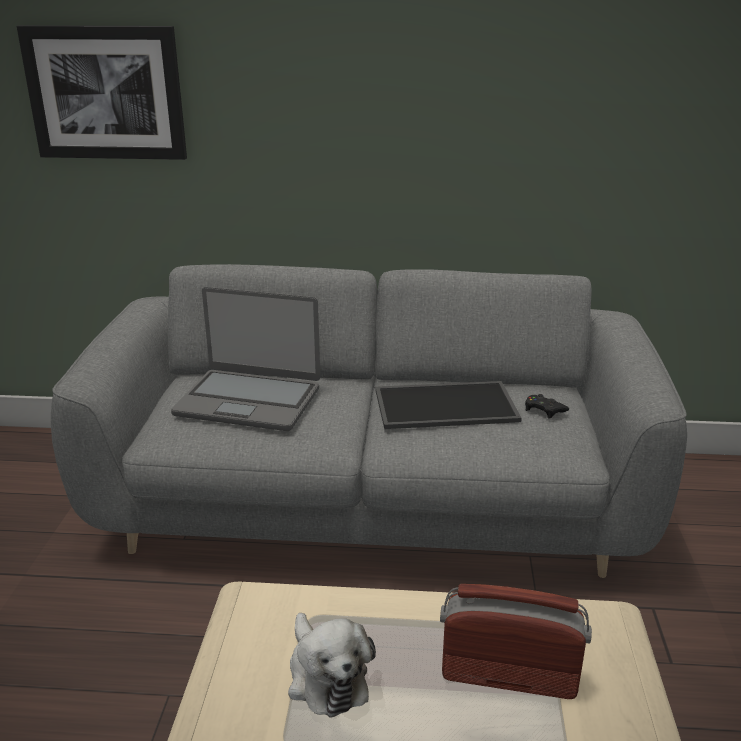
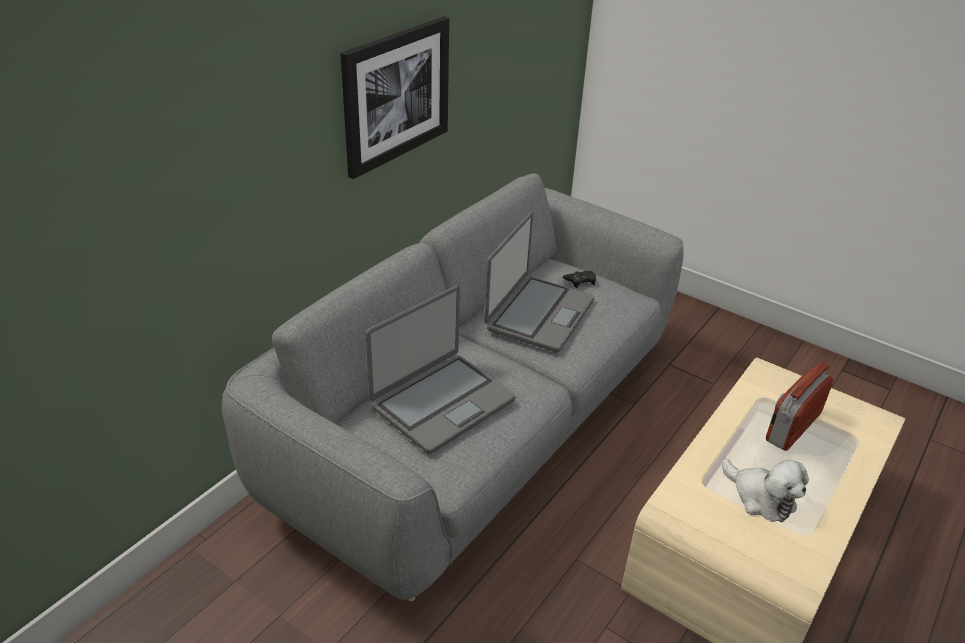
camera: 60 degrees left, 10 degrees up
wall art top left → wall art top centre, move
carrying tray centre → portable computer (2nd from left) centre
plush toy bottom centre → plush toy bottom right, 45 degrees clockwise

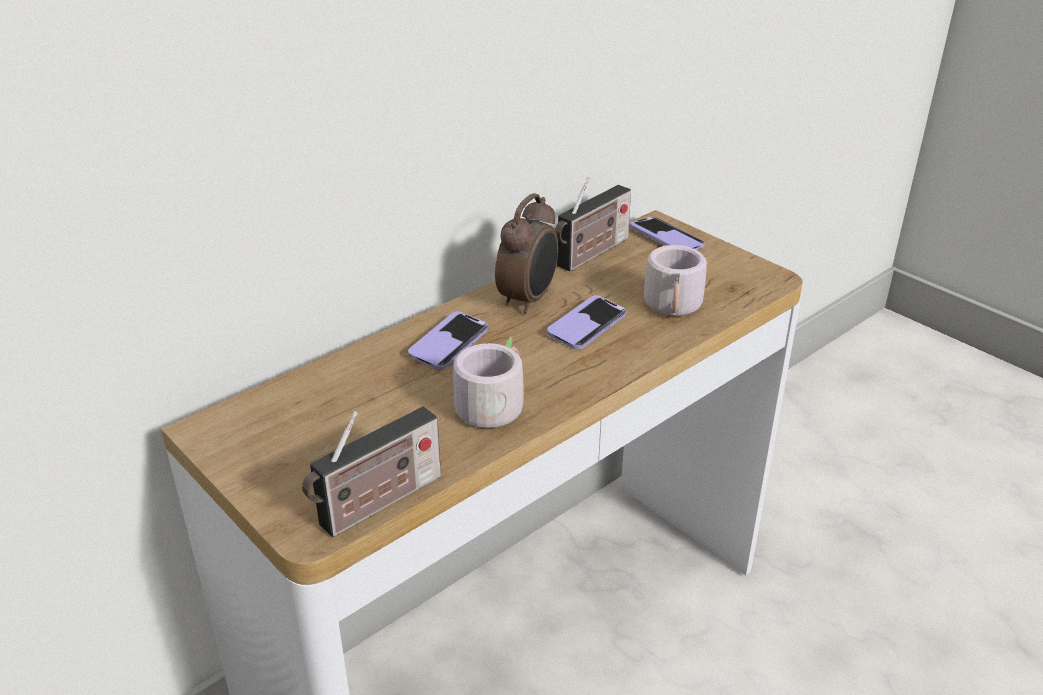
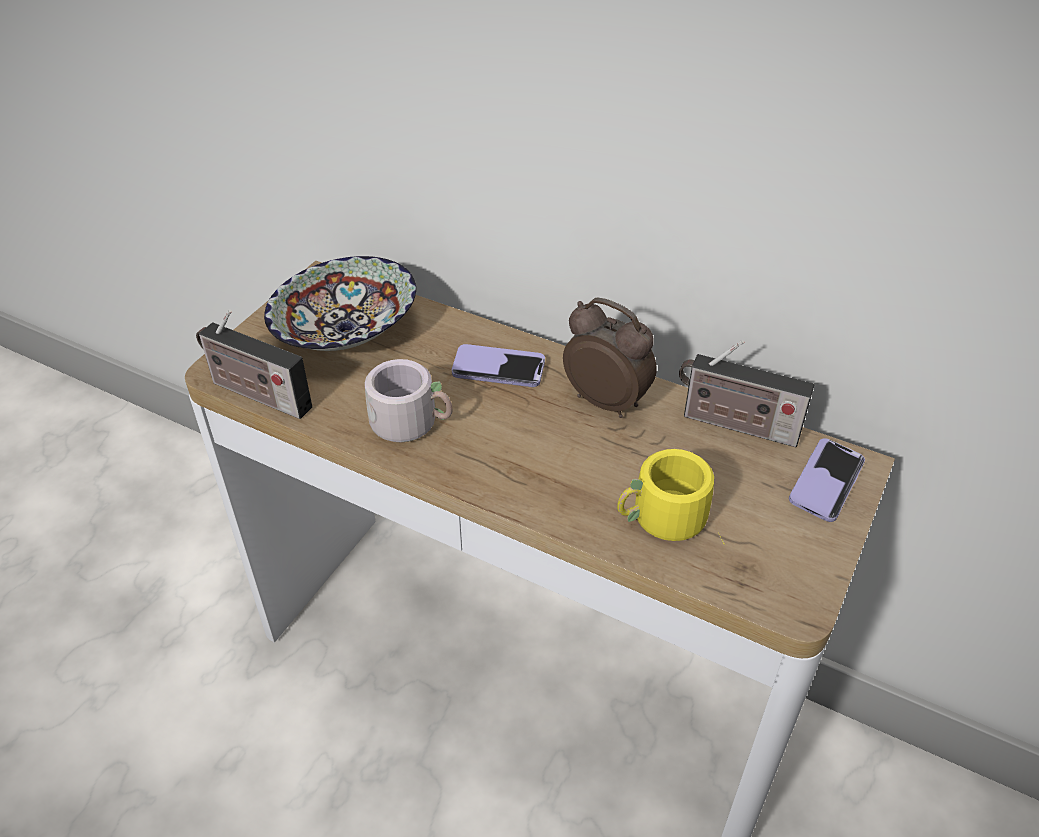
camera: 70 degrees right, 10 degrees up
alarm clock centre, 150 degrees counterclockwise
grey coffee mug (2nd from left) centre → yellowish coffee mug centre
handset (2nd from left) centre → -
- → deep dish middle left

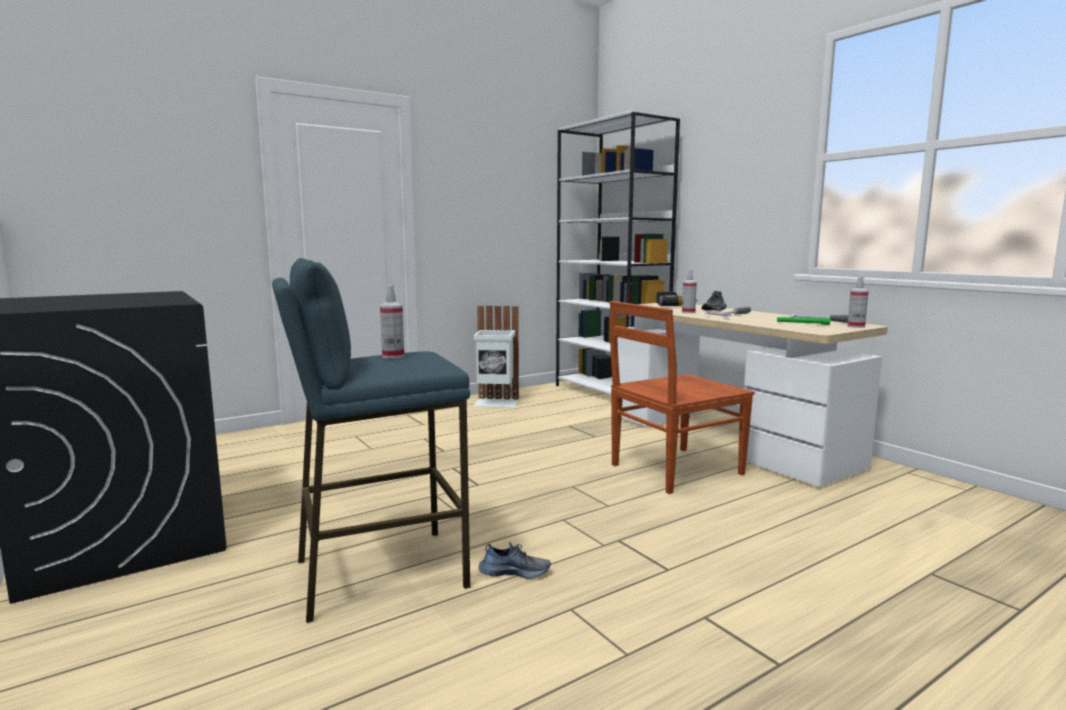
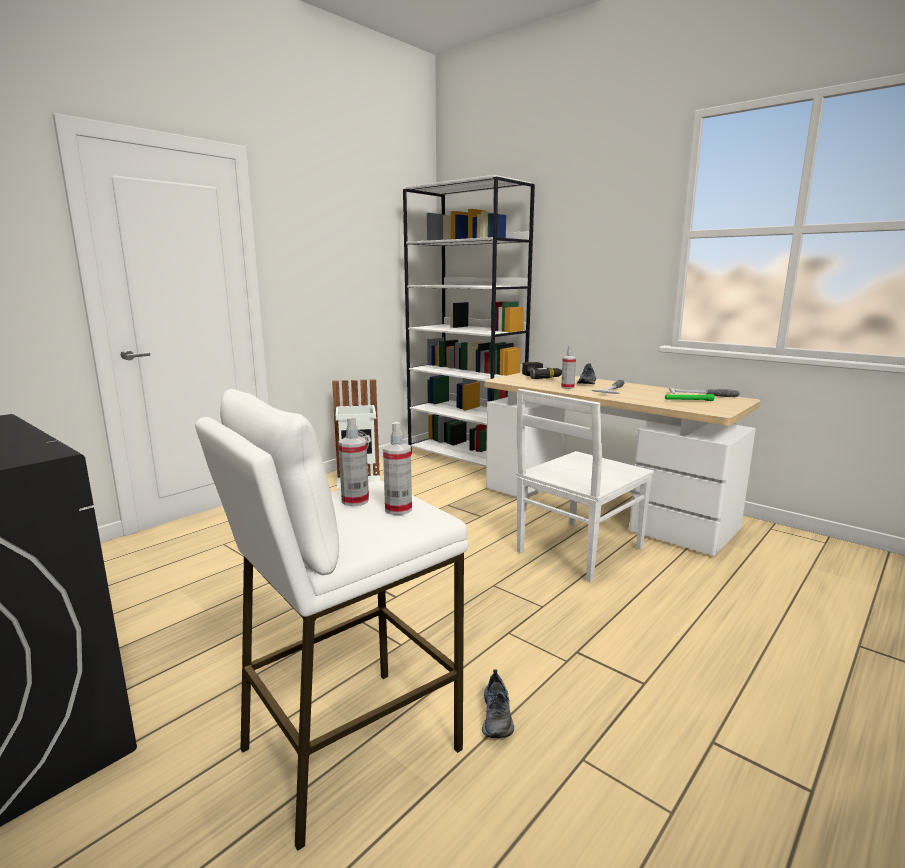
camera: 15 degrees left, 5 degrees up
bluish stool centre → whitish stool bottom centre
hand sprayer (3rd from left in the first image) middle right → hand sprayer (2nd from left) centre, move
brown plain chair centre → whitish plain chair centre
shoe (1st from left) bottom centre, 105 degrees clockwise

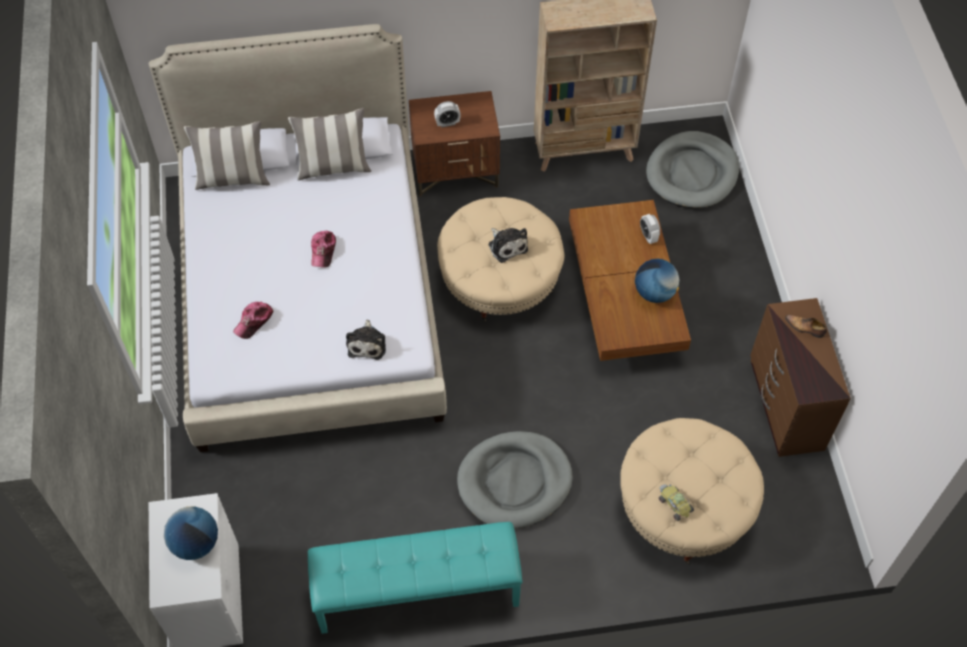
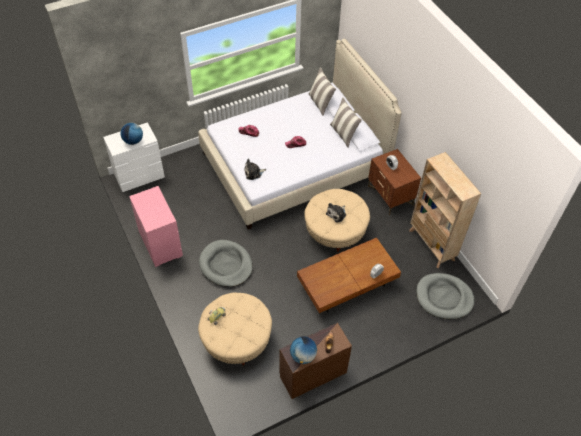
camera: 70 degrees right, 5 degrees down
world globe (2nd from left) middle right → world globe (2nd from left) bottom centre, move
turquoise long seat bottom centre → pink-coloured chest of drawers middle left

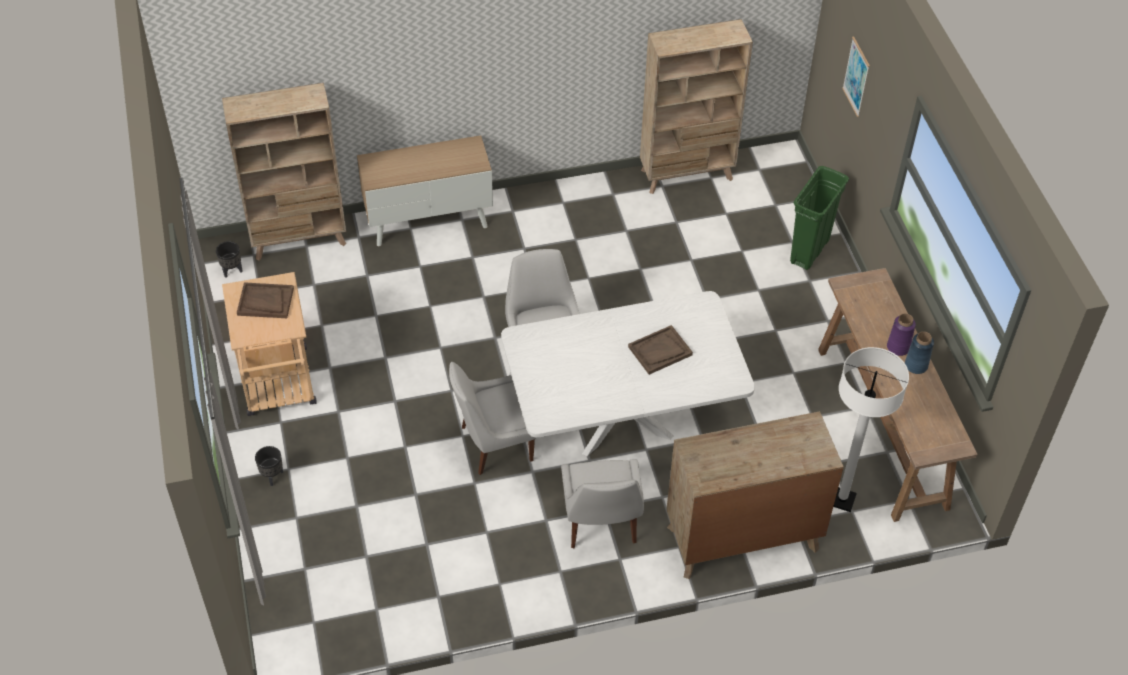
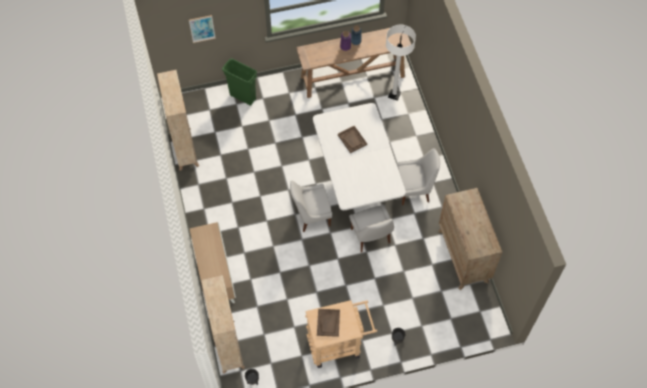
camera: 90 degrees left, 10 degrees up
brown chest of drawers bottom right → brown chest of drawers middle right, move

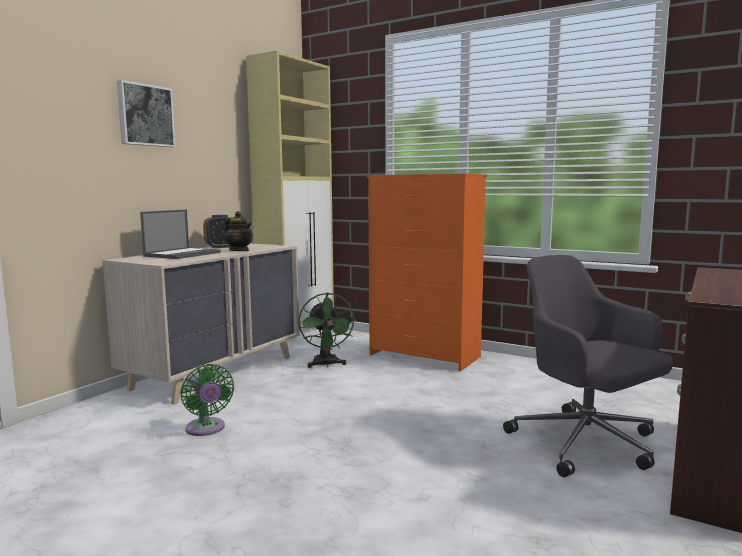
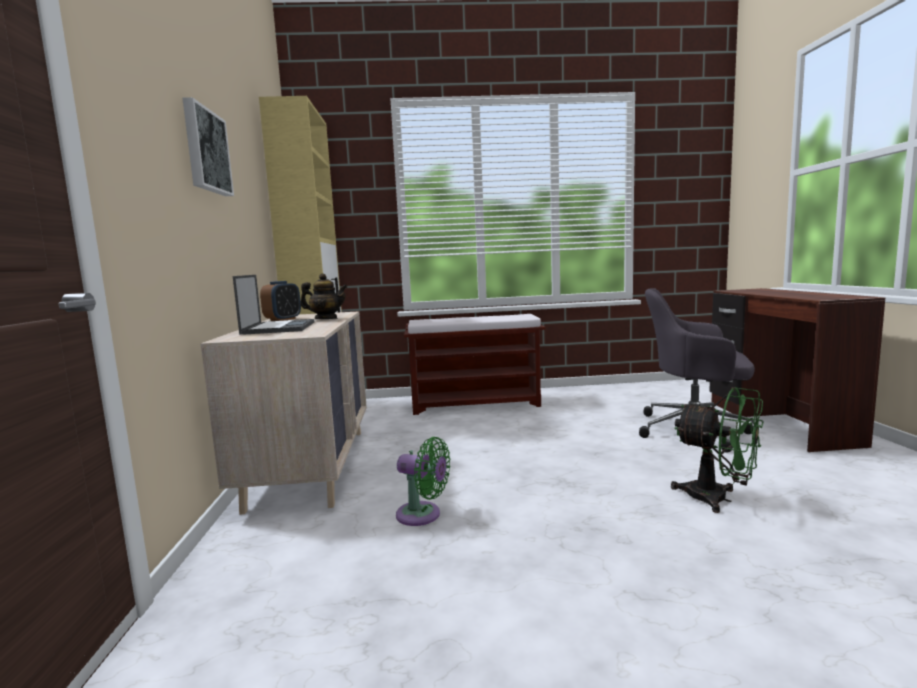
camera: 35 degrees left, 0 degrees up
orangey chest of drawers centre → brown long seat centre
green-coloured fan (2nd from left) centre → green-coloured fan (2nd from left) middle right, move

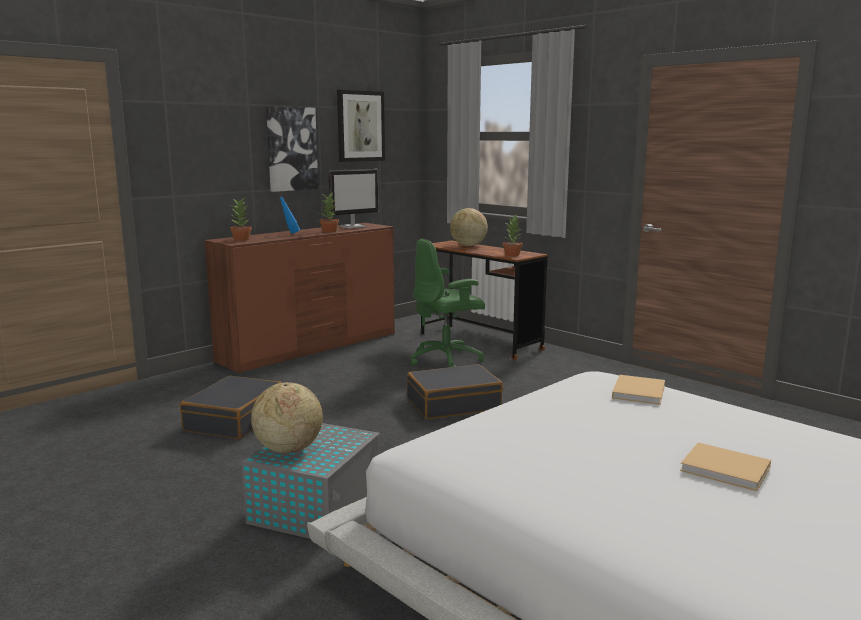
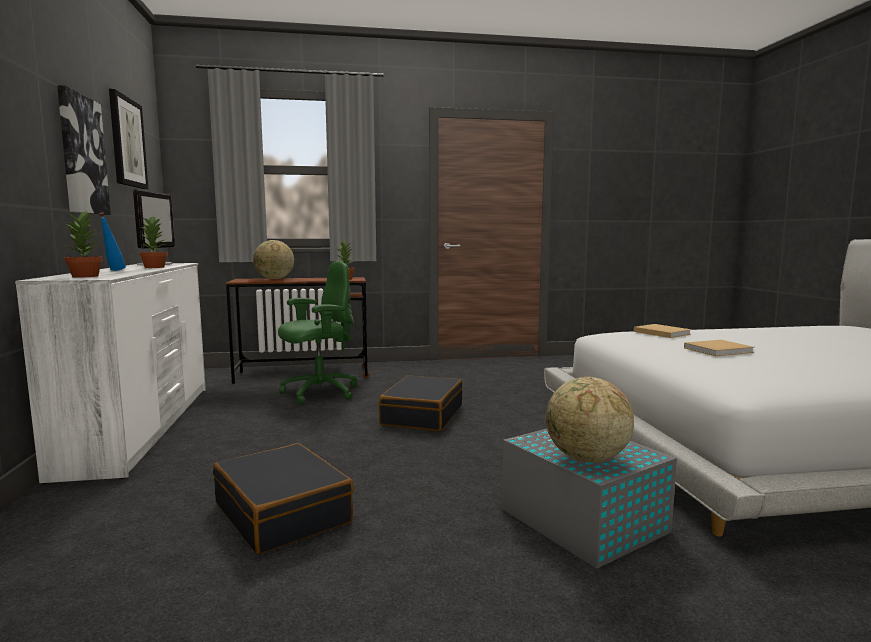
camera: 55 degrees left, 5 degrees down
brown chest of drawers centre → whitish chest of drawers middle left
green-coloured computer chair centre, 135 degrees counterclockwise
sand-coloured volume (2nd from left) bottom right → sand-coloured volume (2nd from left) middle right, move

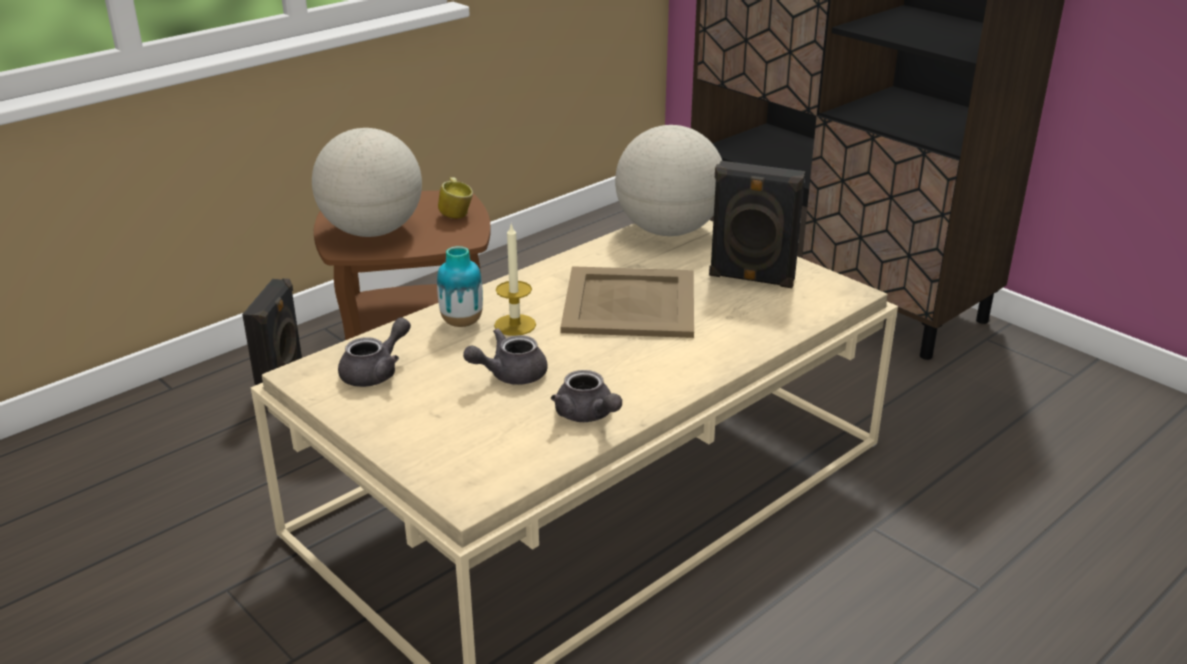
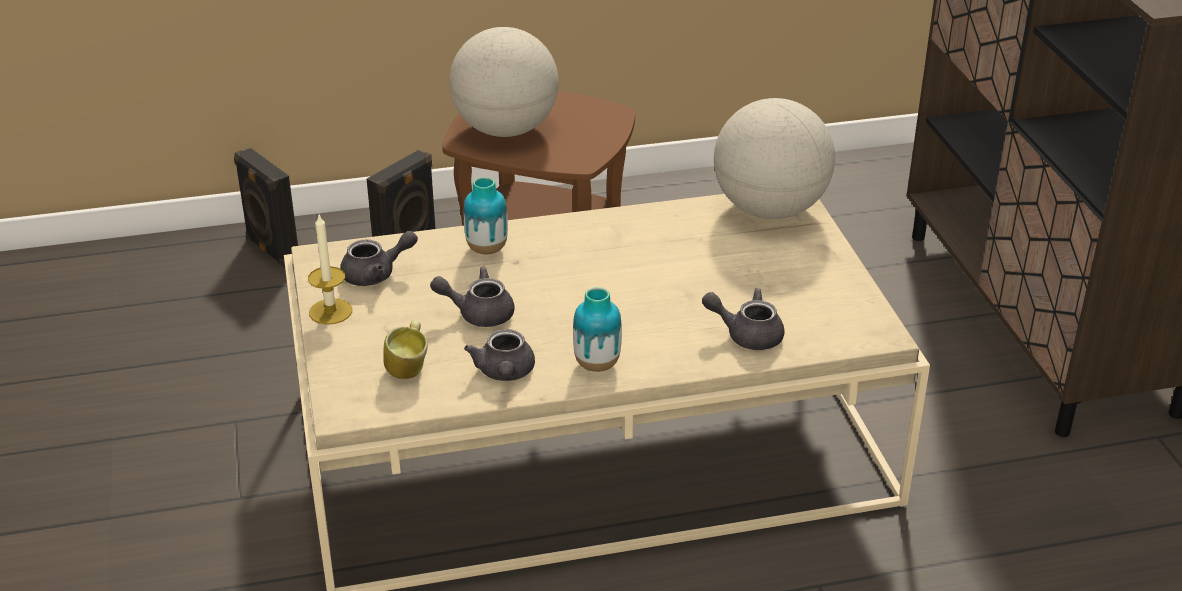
camera: 30 degrees right, 5 degrees up
black-coloured loudspeaker (2nd from left in the first image) centre → black-coloured loudspeaker (1st from left) middle left, move
coffee mug top centre → coffee mug centre, move
wax light centre → wax light middle left, move
sand-coloured carrying tray centre → -
- → vase (2nd from left) centre
- → grey teapot (4th from left) centre

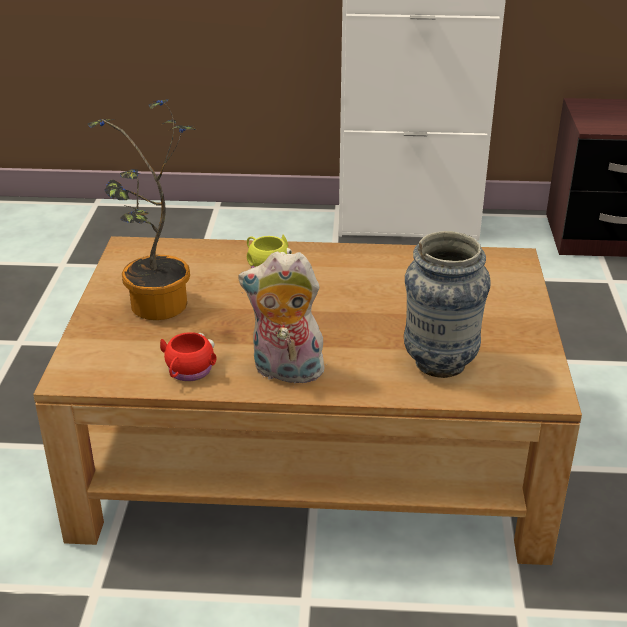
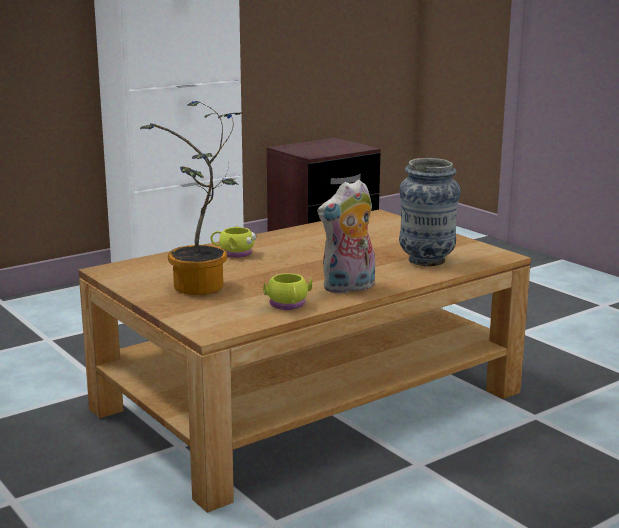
camera: 40 degrees left, 15 degrees down
reddish coffee mug middle left → yellowish coffee mug (2nd from left) centre

